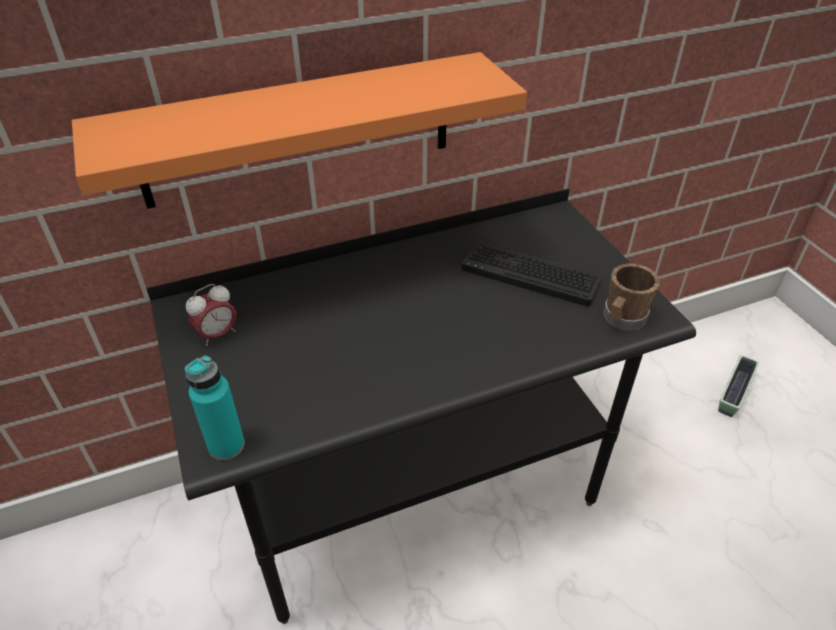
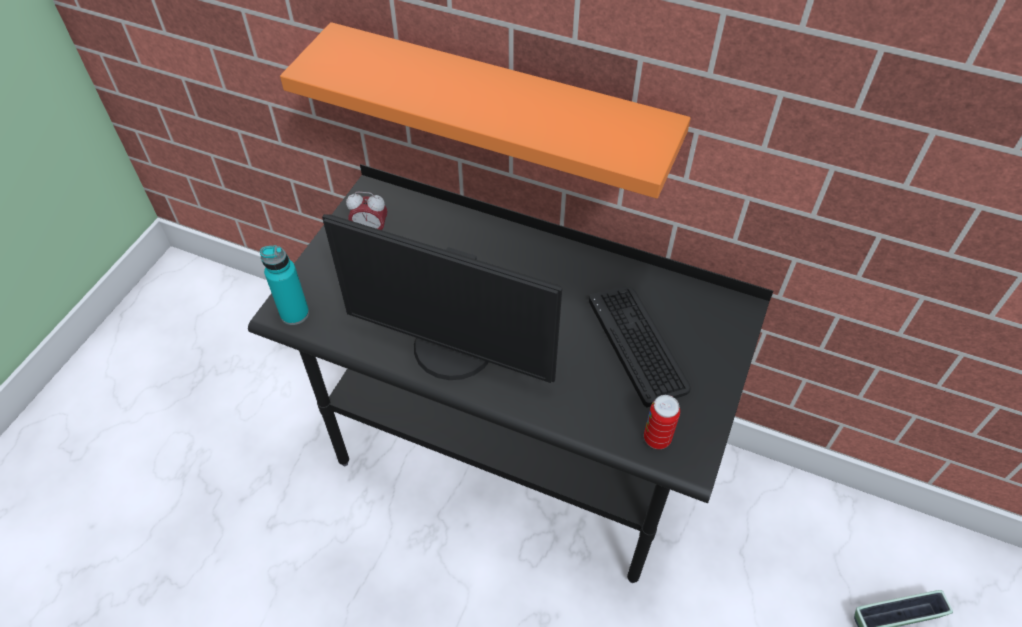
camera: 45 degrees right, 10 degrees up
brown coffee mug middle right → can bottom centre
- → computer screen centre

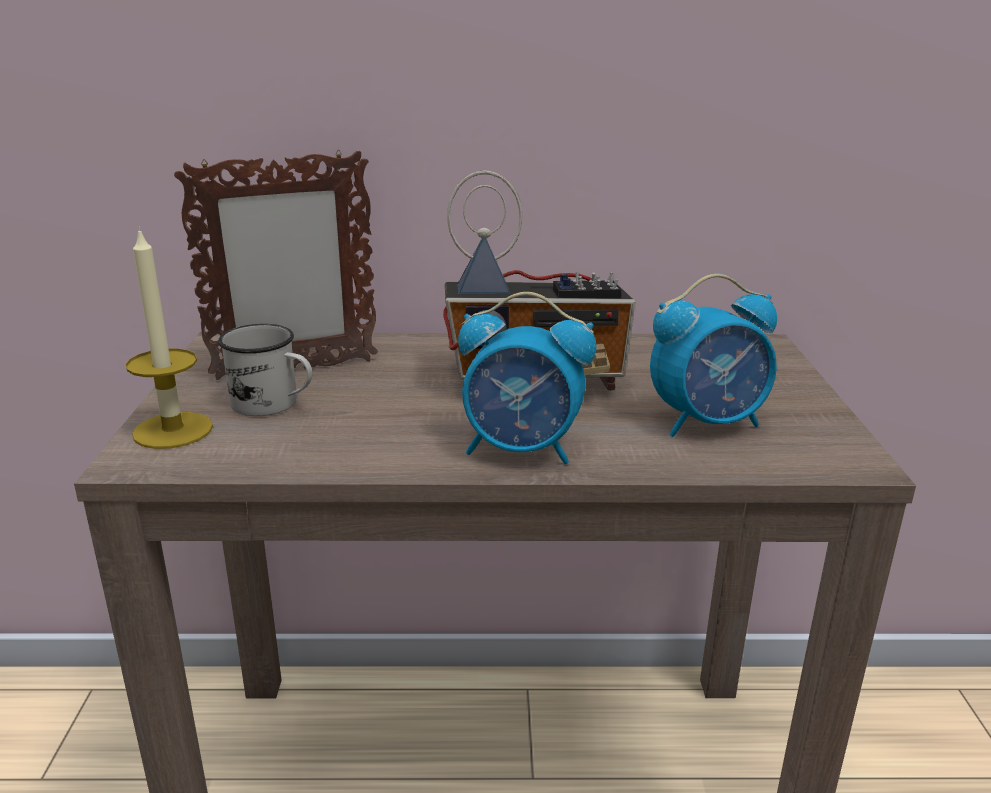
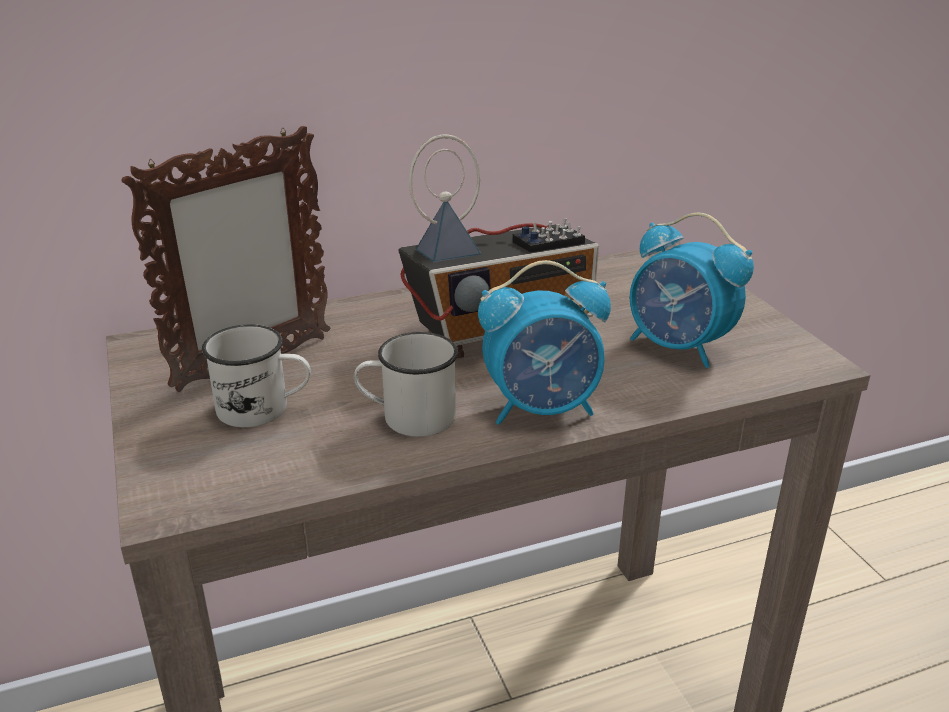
camera: 20 degrees left, 5 degrees up
wax light middle left → -
alarm clock (2nd from left) middle right, 75 degrees clockwise
- → whitish coffee mug (2nd from left) centre

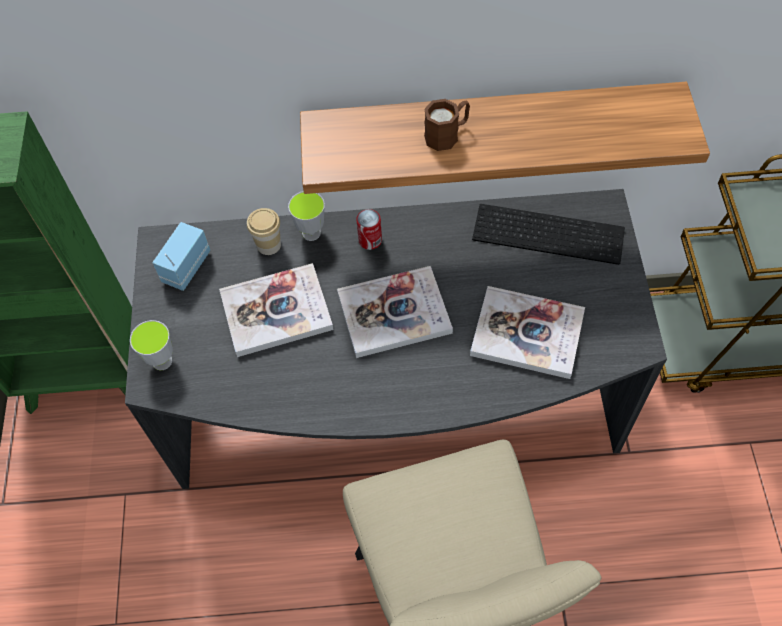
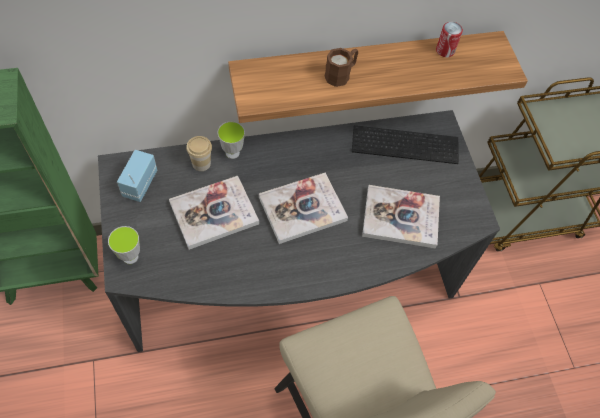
camera: 15 degrees left, 0 degrees up
can centre → can top right, move

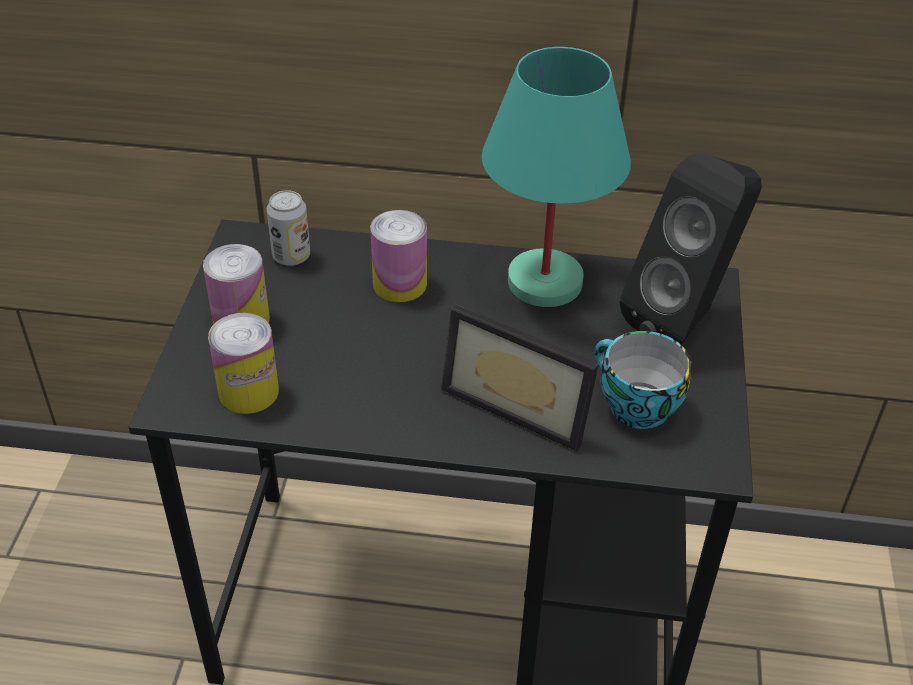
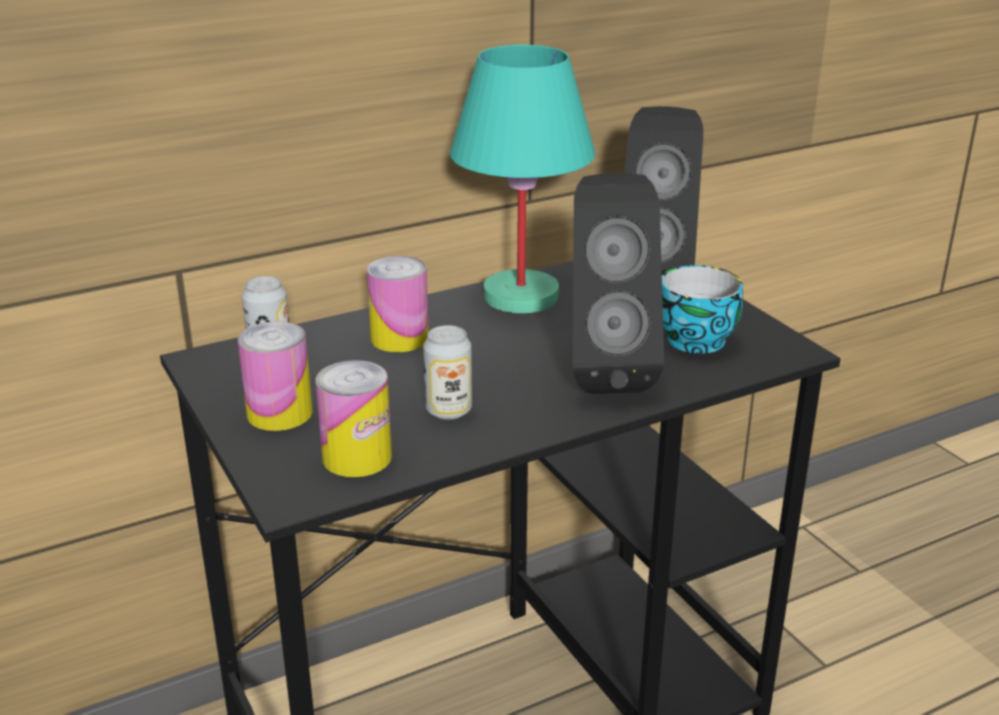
camera: 35 degrees left, 15 degrees down
picture frame centre → black-coloured loudspeaker (1st from left) centre
- → can (5th from left) centre

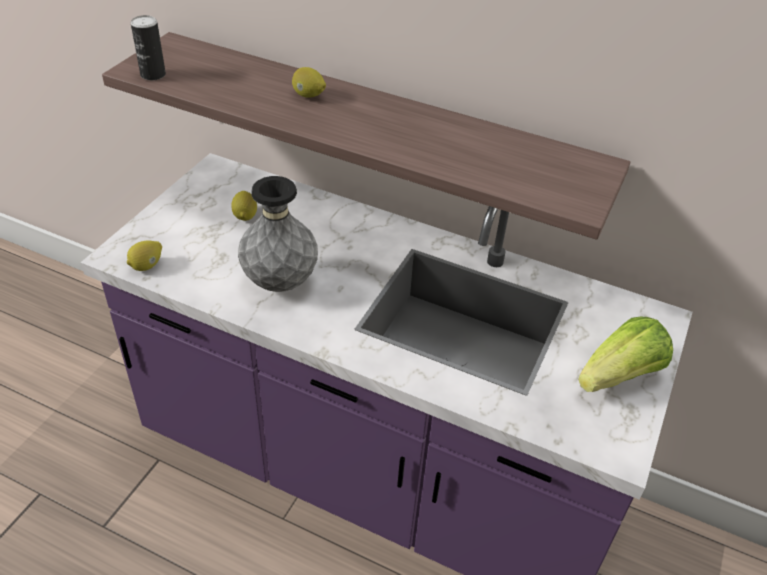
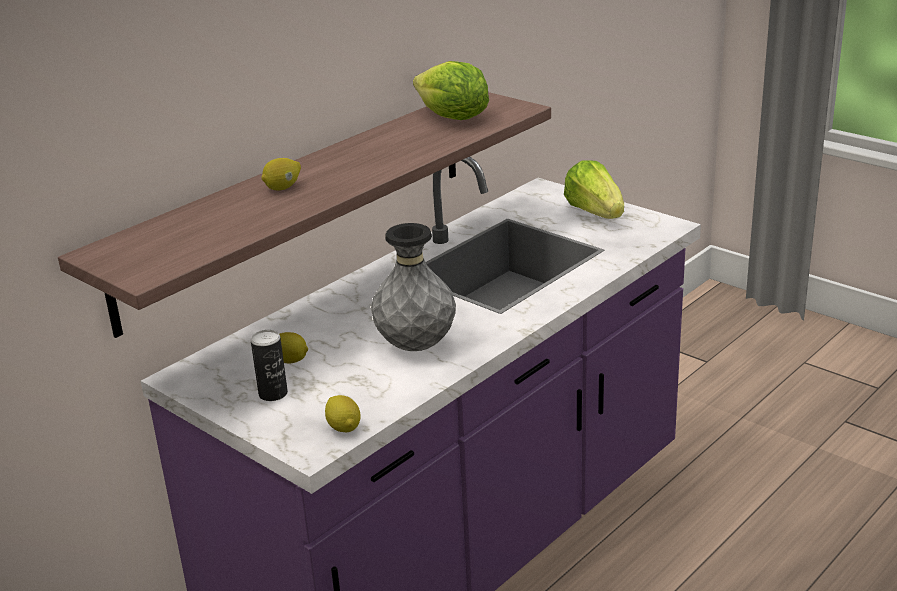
camera: 70 degrees left, 15 degrees down
can top left → can middle left, move
- → head of lettuce (1st from left) top centre

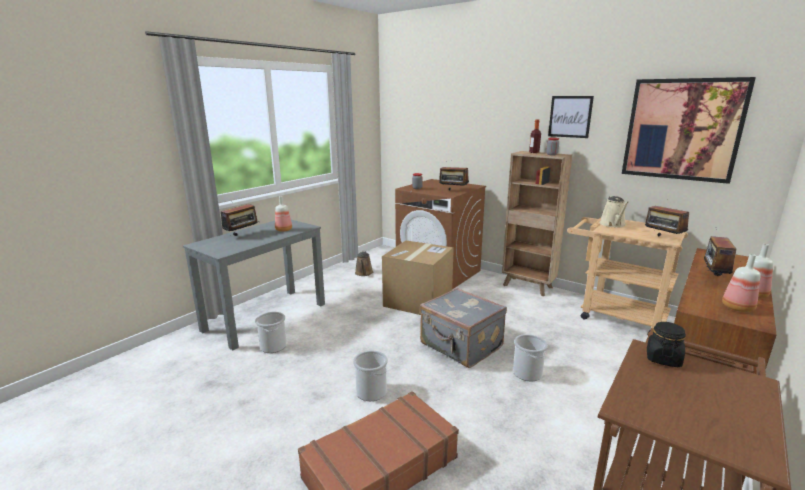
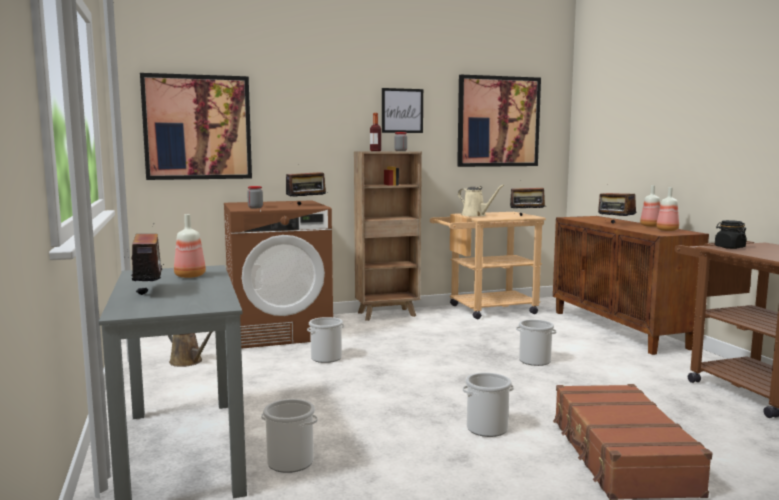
camera: 55 degrees left, 10 degrees down
carton centre → water bucket (2nd from left) bottom centre
grey travel case bottom centre → -
- → wall art (1st from left) top left

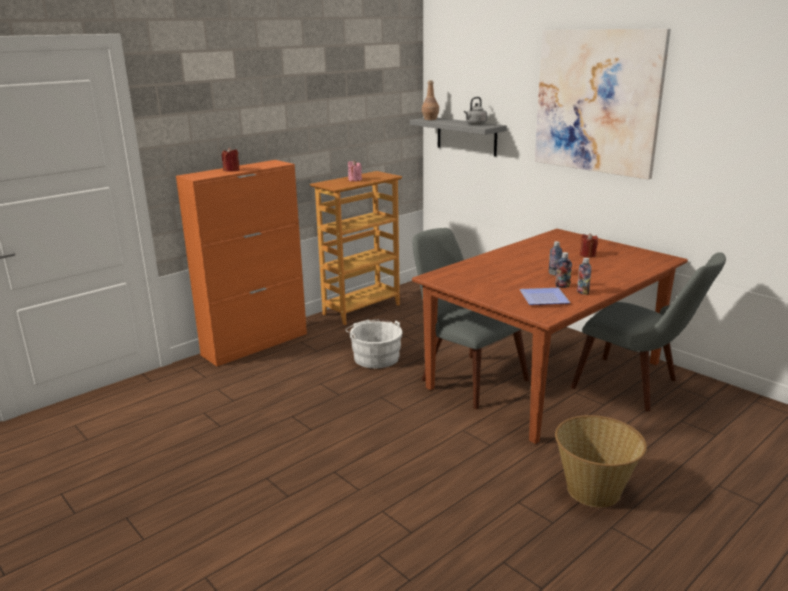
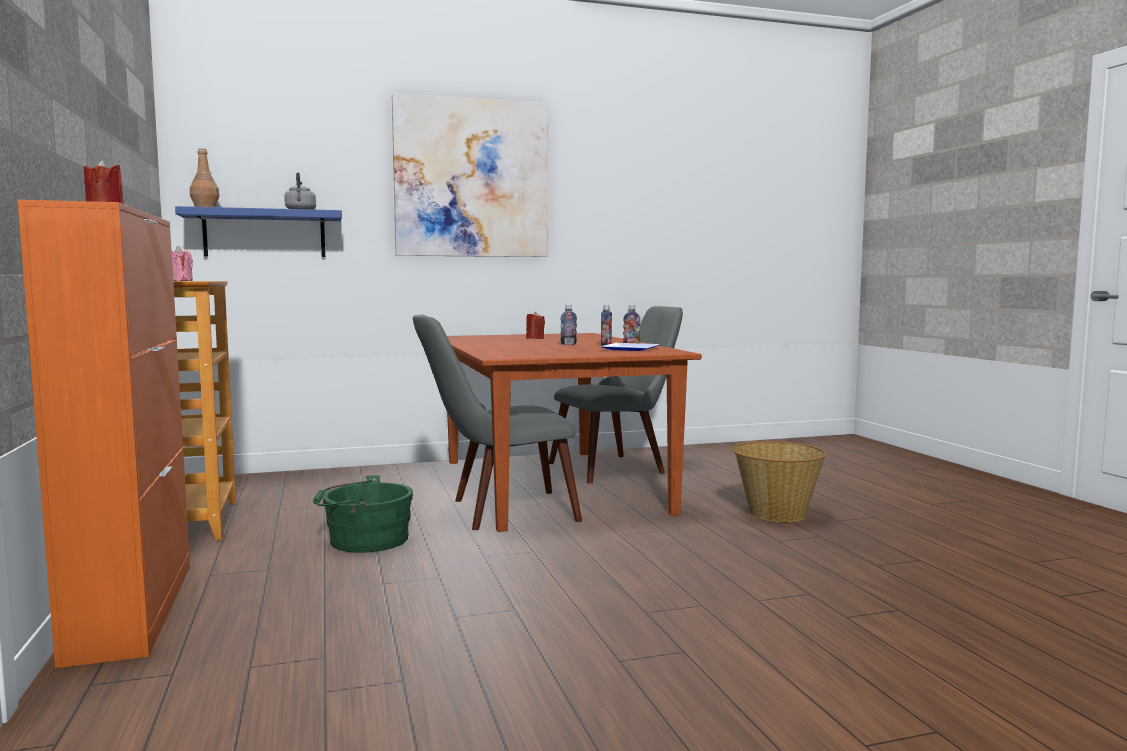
camera: 65 degrees left, 15 degrees down
grey bracket shelf top centre → bluish bracket shelf top left
whitish water bucket centre → green-coloured water bucket bottom left

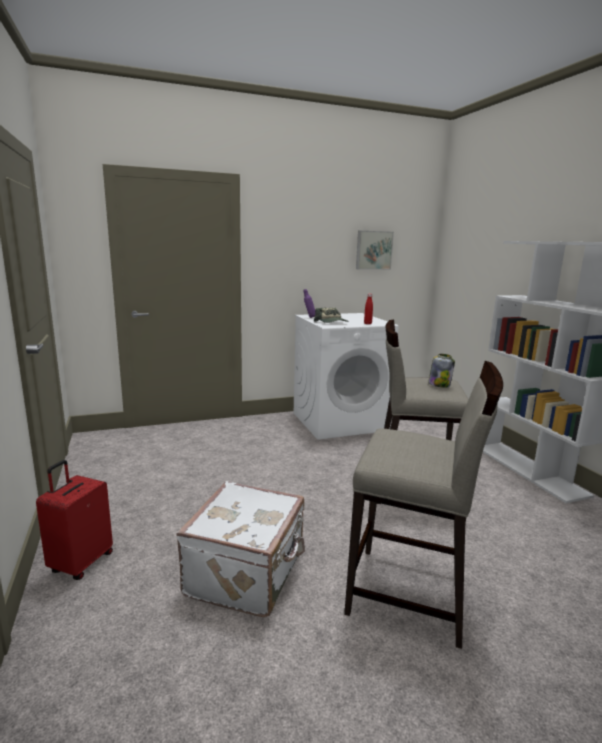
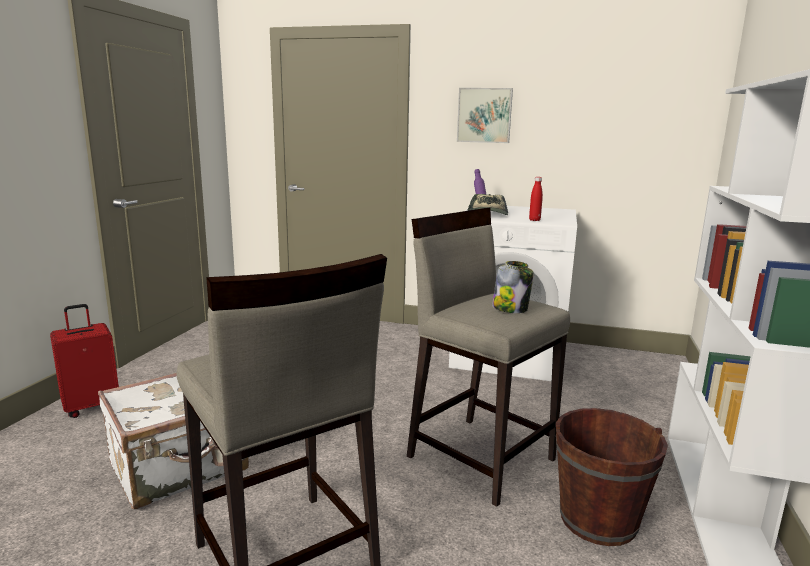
camera: 35 degrees right, 0 degrees up
wall art centre → wall art top centre, move
- → brown water bucket bottom right

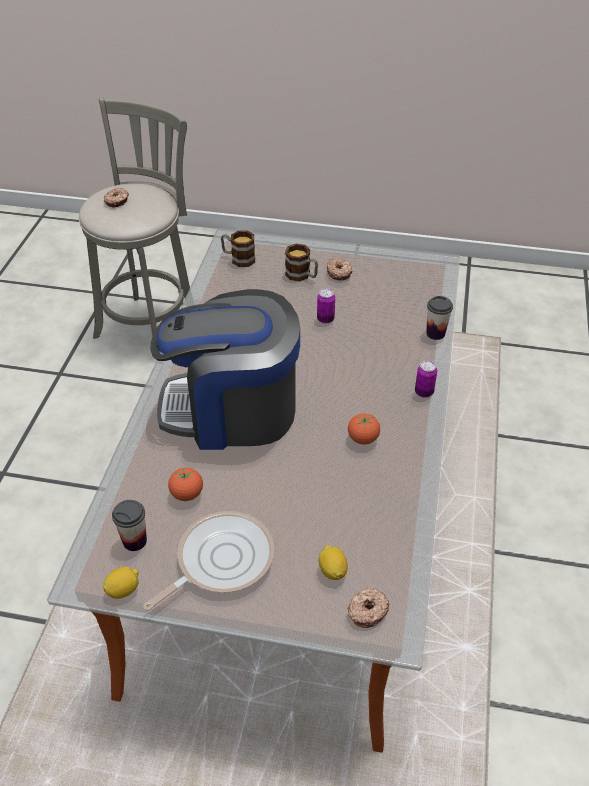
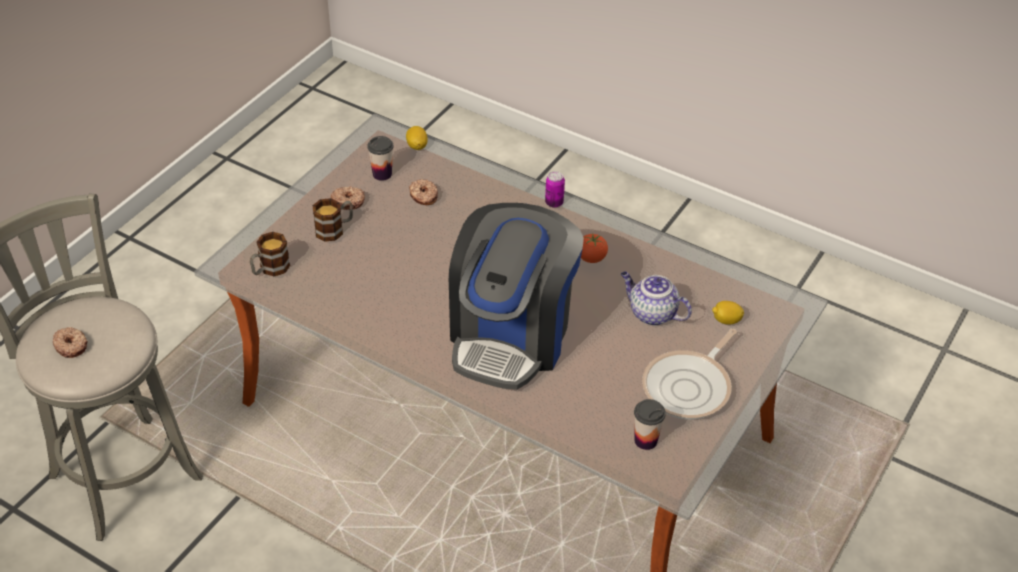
camera: 70 degrees left, 0 degrees up
can (1st from left) centre → -
drinking cup (2nd from left in the first image) middle right → drinking cup (1st from left) top centre, move
tomato (1st from left) middle left → -
pan bottom centre → pan middle right, 120 degrees counterclockwise
lemon (1st from left) bottom left → lemon (1st from left) top centre, move
doughnut (3rd from left) bottom centre → doughnut (3rd from left) centre, move
- → teapot centre

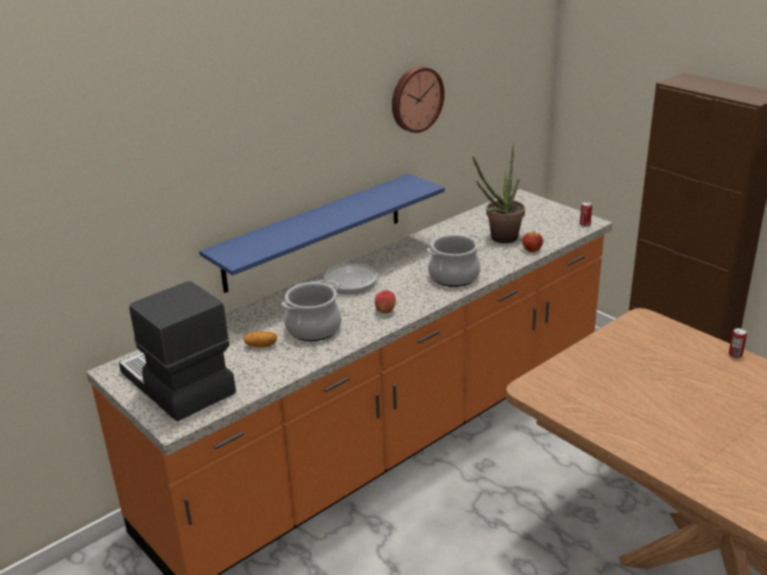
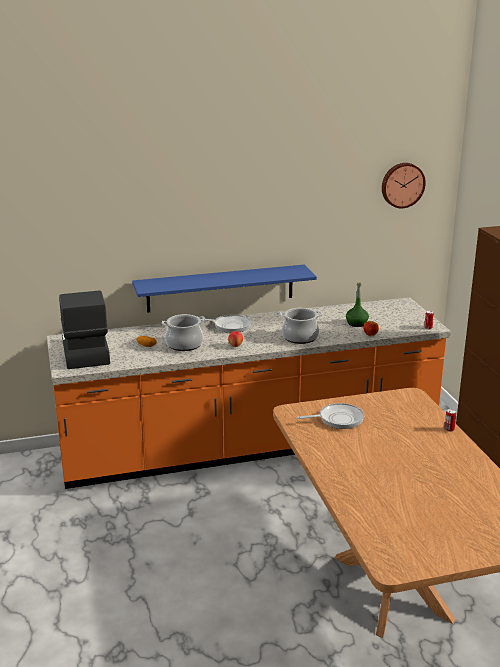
camera: 25 degrees right, 5 degrees down
hanging clock top centre → hanging clock top right, move
plant in a pot centre → green-coloured drink bottle middle right
- → pan (2nd from left) centre

